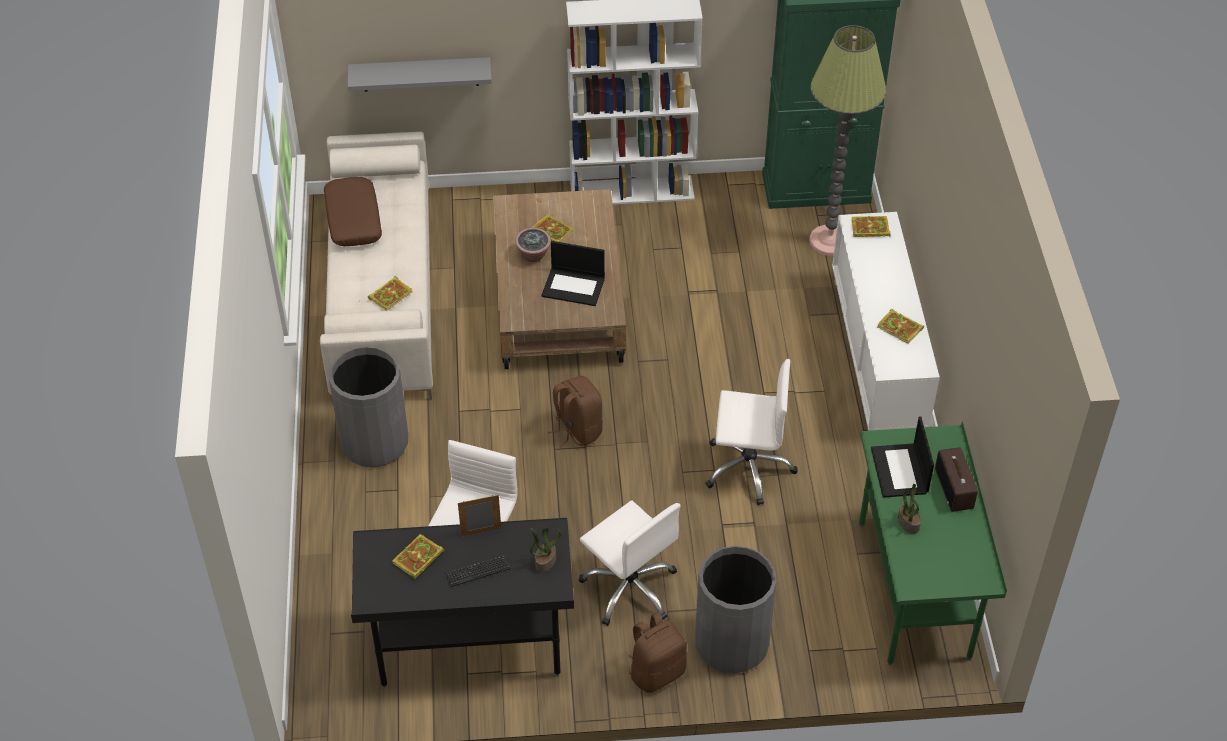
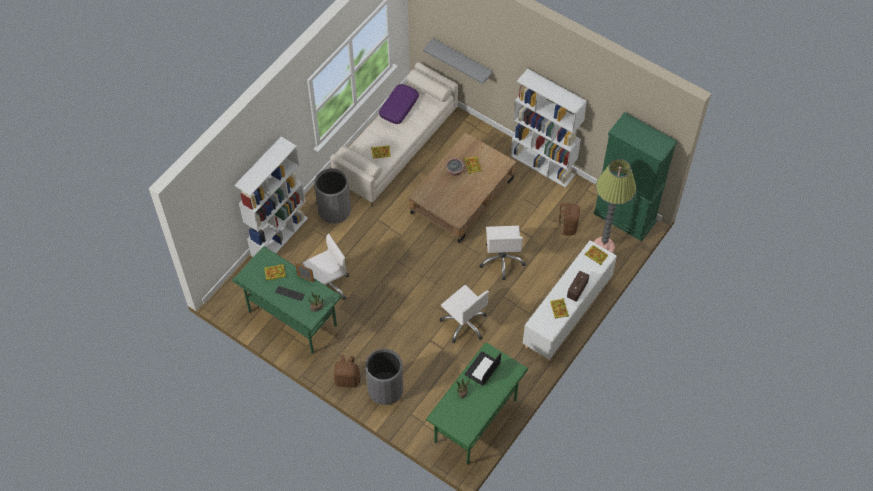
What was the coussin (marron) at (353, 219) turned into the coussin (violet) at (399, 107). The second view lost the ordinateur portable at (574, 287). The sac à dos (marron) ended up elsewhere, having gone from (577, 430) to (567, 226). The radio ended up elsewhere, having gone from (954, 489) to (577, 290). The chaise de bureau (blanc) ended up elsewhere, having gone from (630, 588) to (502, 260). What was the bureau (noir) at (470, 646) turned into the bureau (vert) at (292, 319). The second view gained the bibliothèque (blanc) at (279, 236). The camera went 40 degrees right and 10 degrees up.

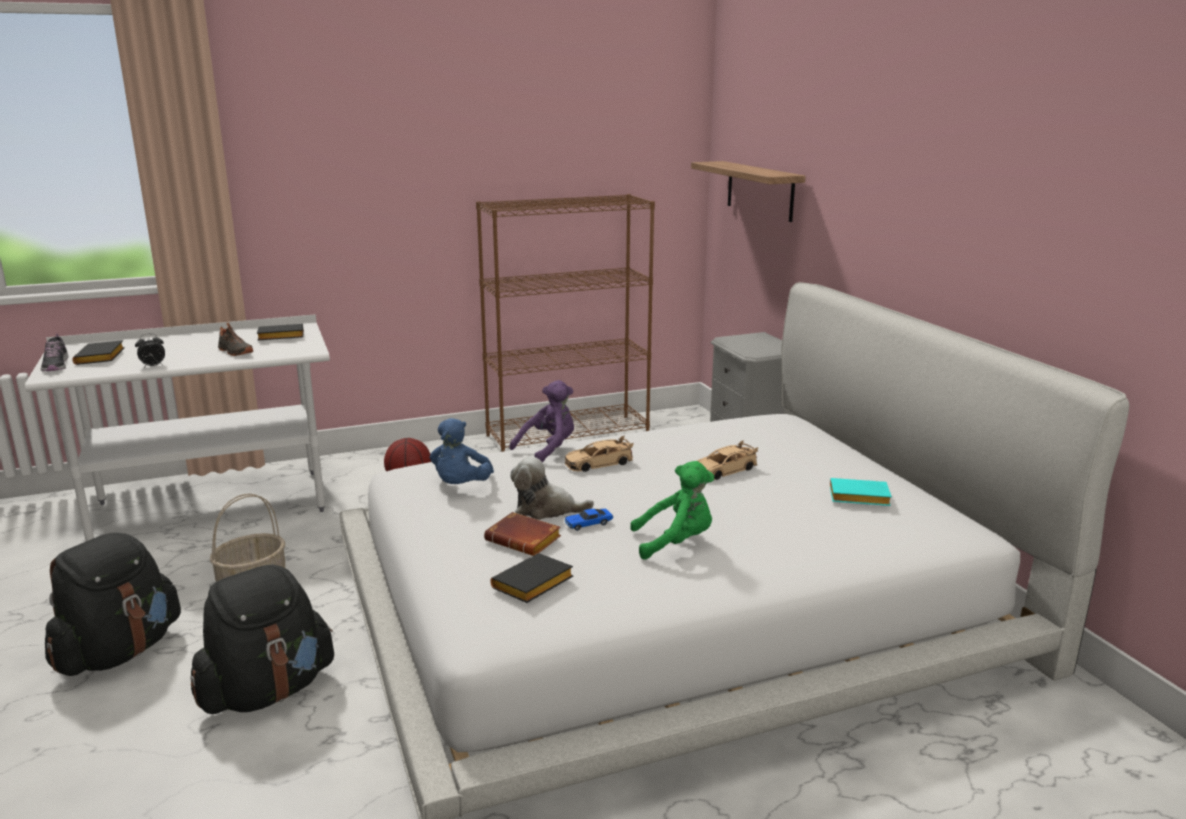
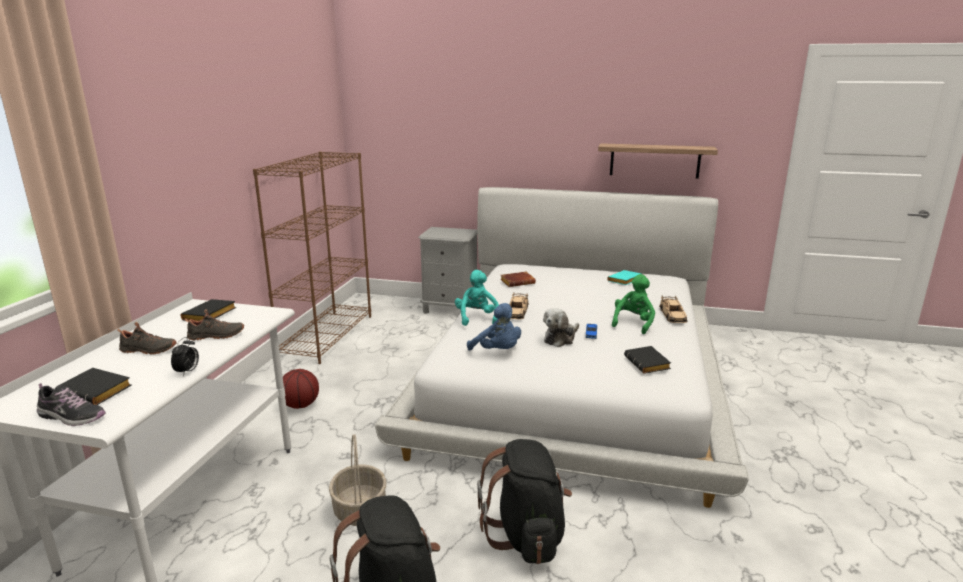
The étagère ended up elsewhere, having gone from (760, 190) to (654, 160). What was the peluche (violet) at (548, 450) turned into the peluche (turquoise) at (476, 318). The petite voiture (beige) ended up elsewhere, having gone from (724, 470) to (672, 315). The livre (marron) ended up elsewhere, having gone from (525, 540) to (518, 282). The second view gained the chaussure (noir) at (147, 350). The camera went 55 degrees left and 0 degrees up.

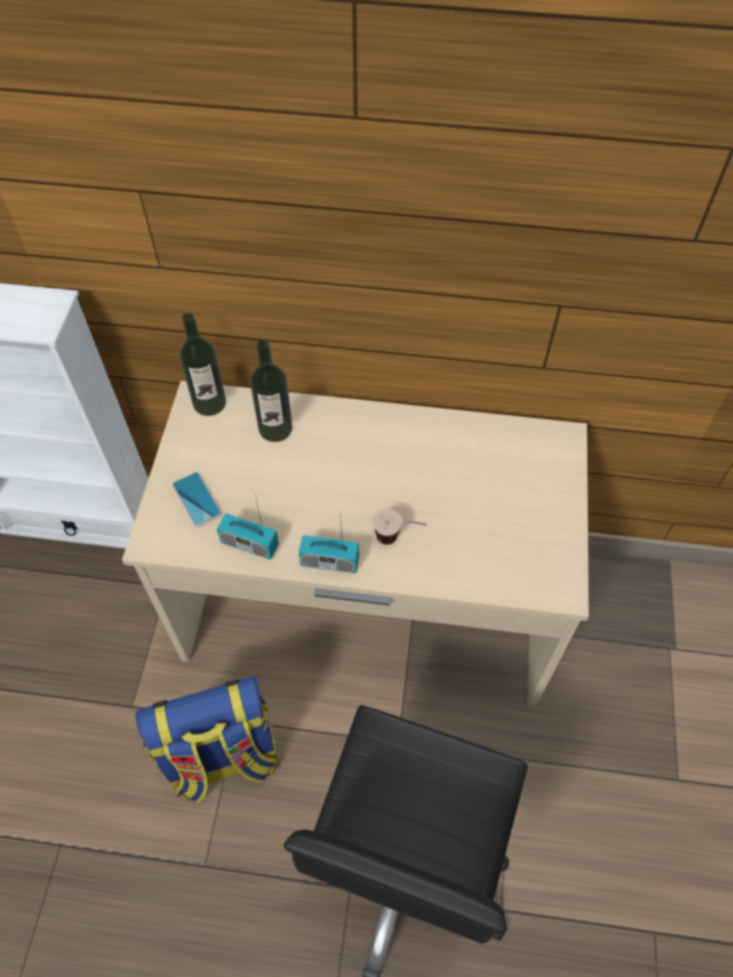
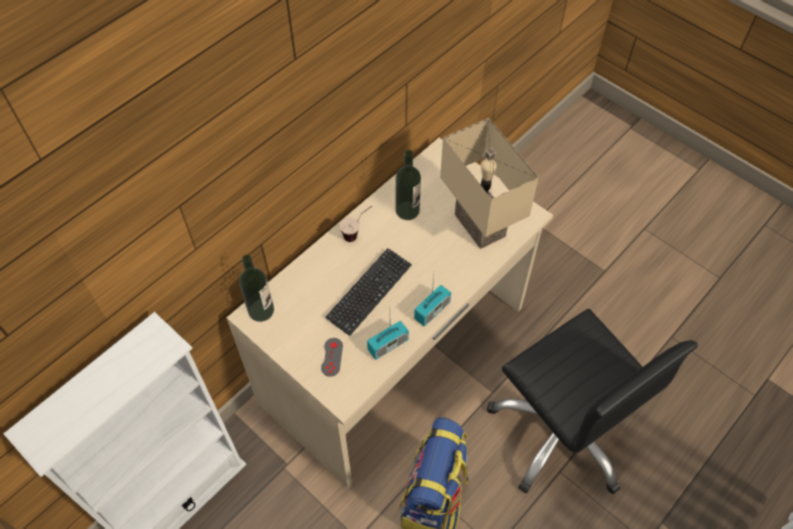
The bouteille ended up elsewhere, having gone from (275, 428) to (407, 210). Where the téléphone stood at (196, 499), the manette (gris) came to stand at (332, 357). The tasse ended up elsewhere, having gone from (398, 540) to (357, 233). The second view gained the lampe de table (beige) at (482, 225). The second view gained the clavier at (369, 292). The camera went 55 degrees left and 0 degrees up.

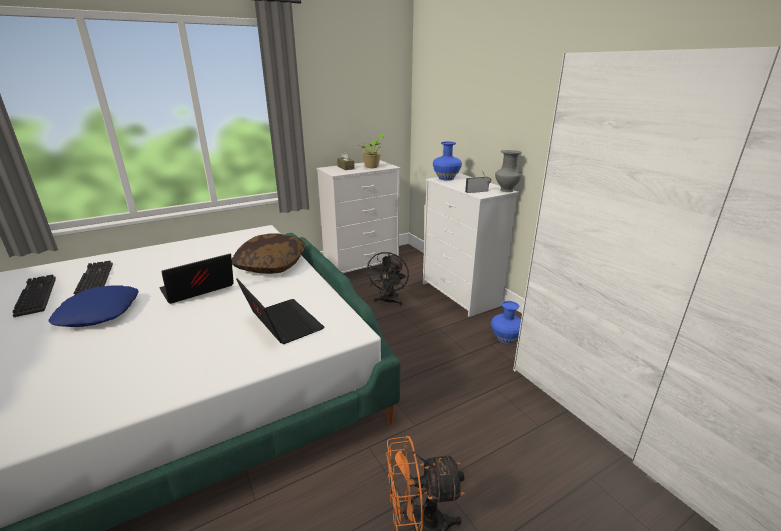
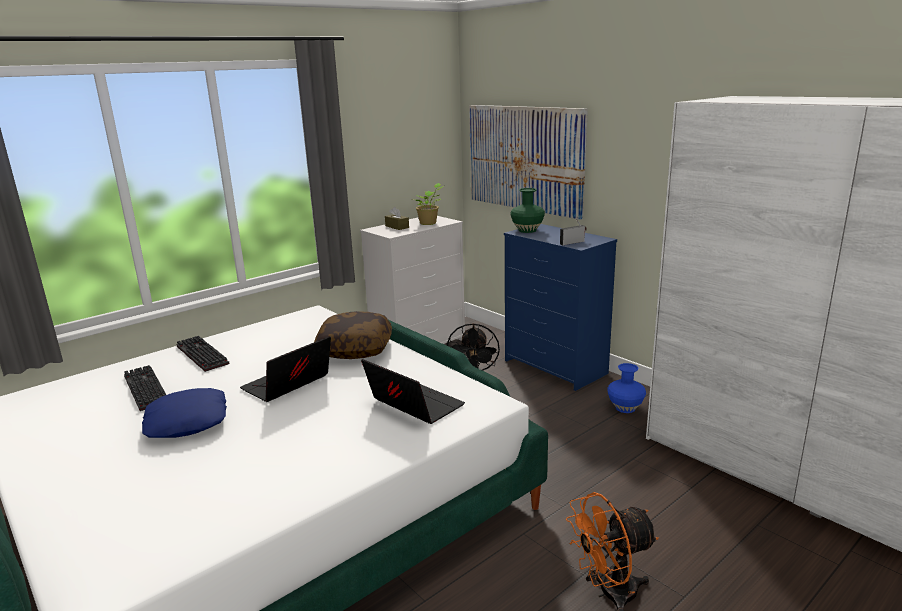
What was the vase (bleu) at (446, 178) turned into the vase (vert) at (527, 230). The second view lost the vase (gris) at (505, 190). What was the commode (blanc) at (461, 294) turned into the commode (bleu) at (556, 367). The clavier ended up elsewhere, having gone from (34, 296) to (200, 355). The second view gained the tableau at (524, 158). The camera went 10 degrees left and 5 degrees down.

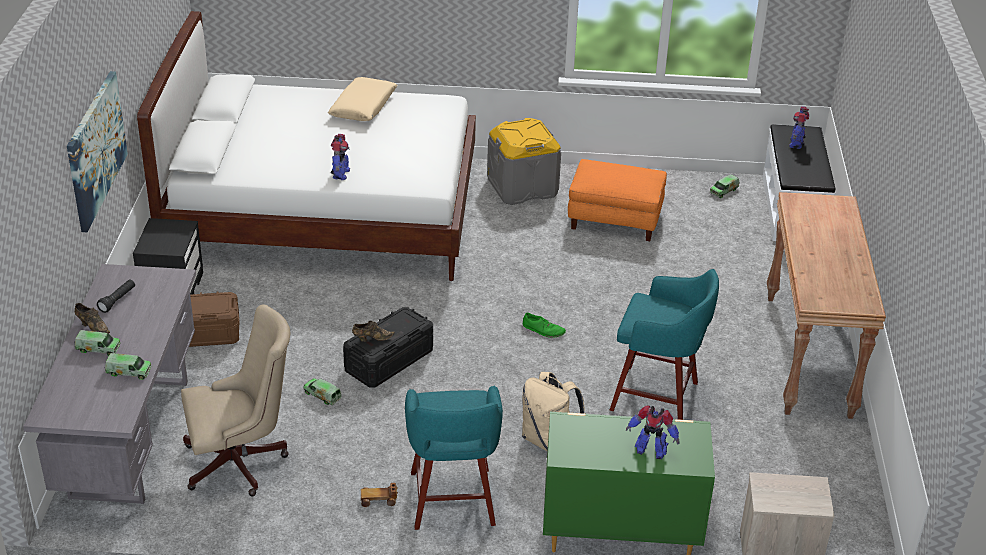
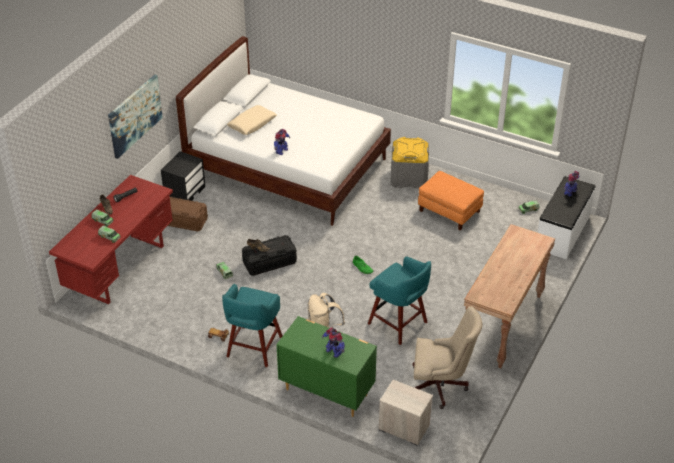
The coussin (beige) ended up elsewhere, having gone from (363, 107) to (252, 124). What was the bureau (gris) at (130, 436) turned into the bureau (rouge) at (121, 267). The chaise de bureau (beige) ended up elsewhere, having gone from (241, 462) to (441, 386). The camera went 25 degrees right and 5 degrees up.

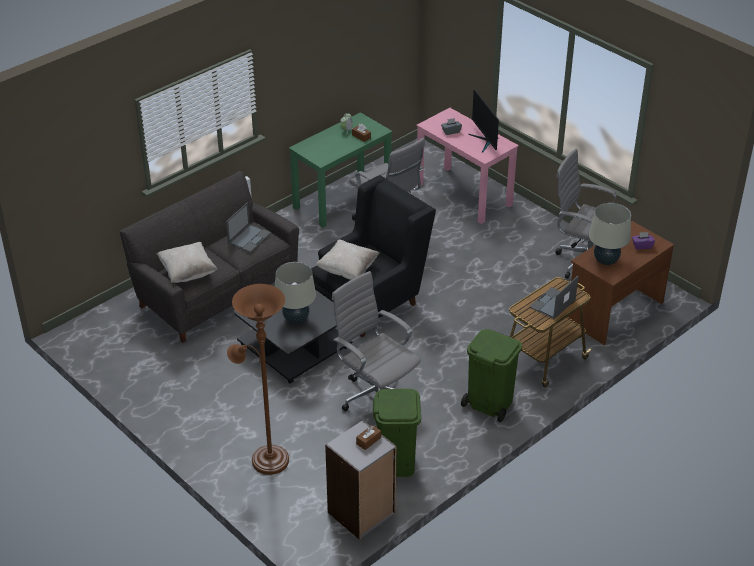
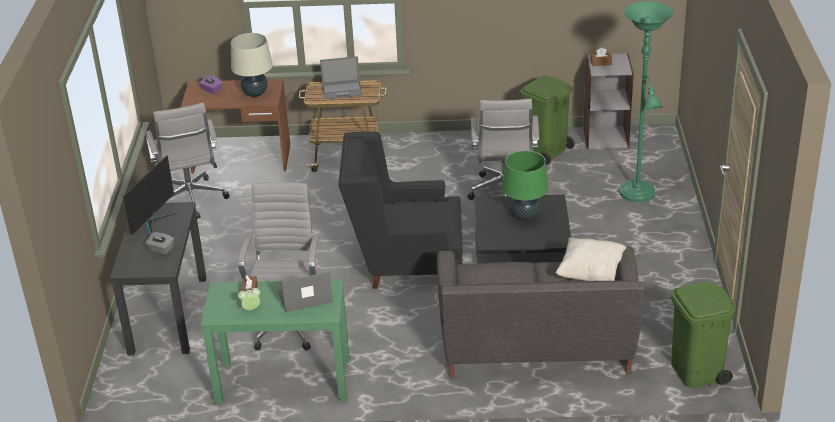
What was the bureau (rose) at (464, 194) turned into the bureau (noir) at (168, 314). The ordinateur portable ended up elsewhere, having gone from (249, 238) to (304, 297). The second view lost the coussin (beige) at (347, 270). What was the lampe de table (beige) at (296, 319) turned into the lampe de table (vert) at (524, 216). What was the lampadaire (marron) at (266, 458) turned into the lampadaire (vert) at (638, 195). The poubelle (vert) ended up elsewhere, having gone from (489, 403) to (697, 372). The camera went 135 degrees left and 5 degrees down.

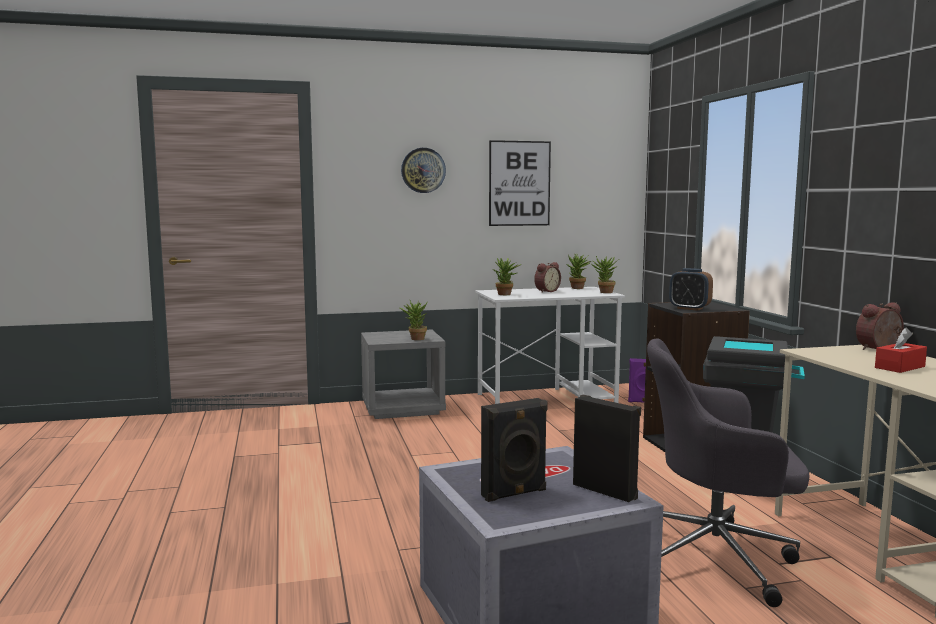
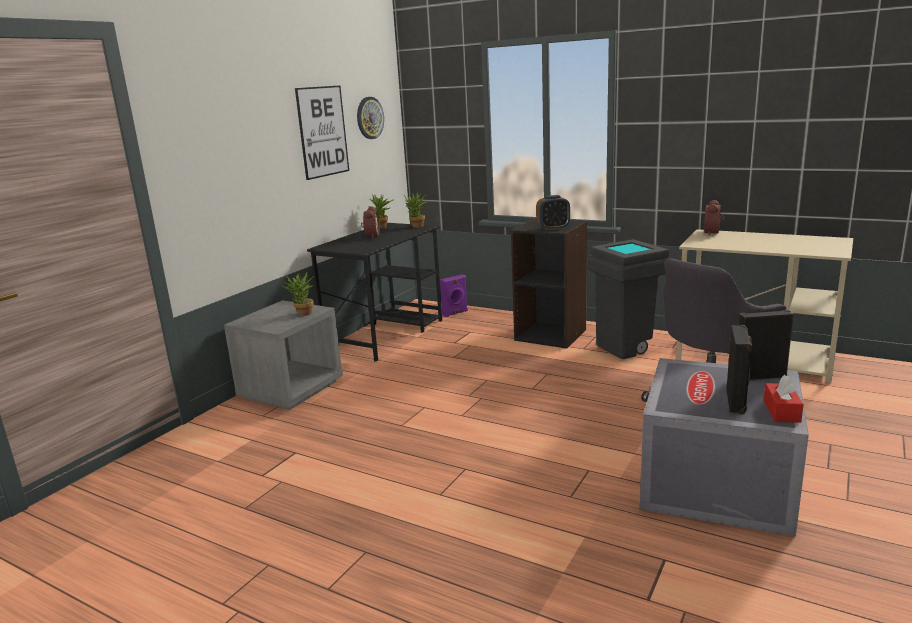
The horloge murale ended up elsewhere, having gone from (423, 170) to (369, 118). The second view lost the plante en pot at (506, 294). What was the bureau (blanc) at (547, 398) turned into the bureau (noir) at (386, 335). The boîte à mouchoirs (rouge) ended up elsewhere, having gone from (899, 367) to (781, 411). The camera went 45 degrees left and 10 degrees up.

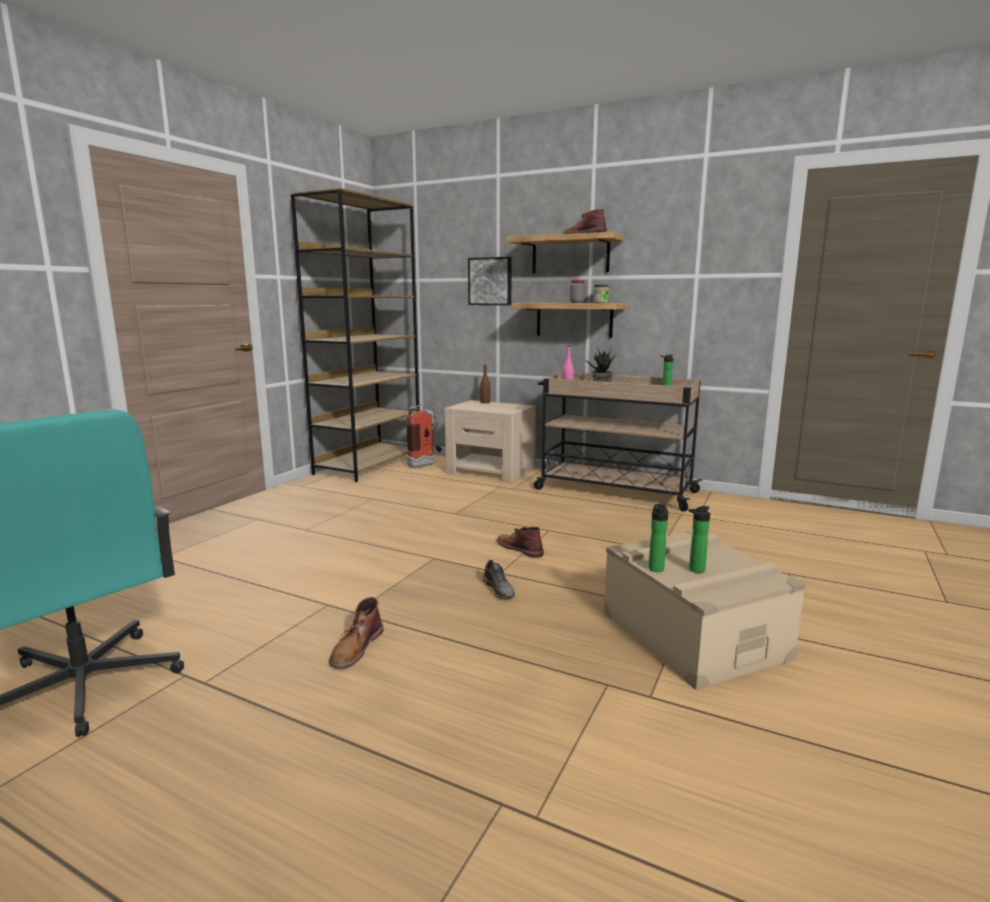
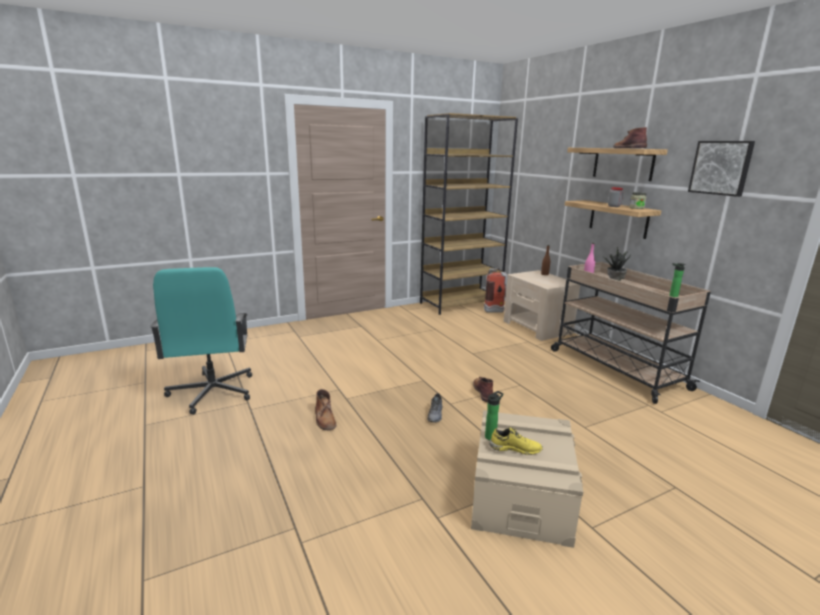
The tableau ended up elsewhere, having gone from (490, 281) to (721, 168). Where the bouteille stood at (694, 570), the chaussure (jaune) came to stand at (515, 448). The botte (marron) at (356, 648) ended up facing another way, 75 degrees counterclockwise from before. The camera went 35 degrees right and 5 degrees up.

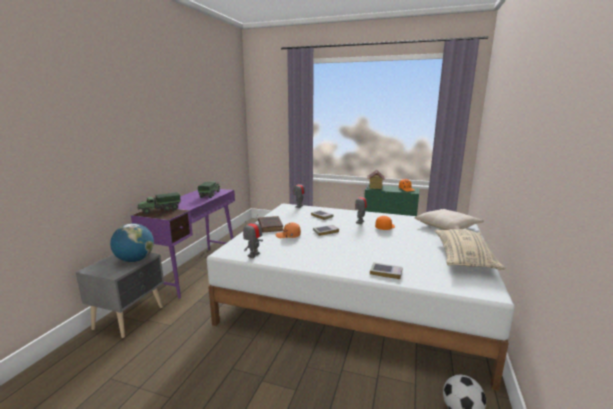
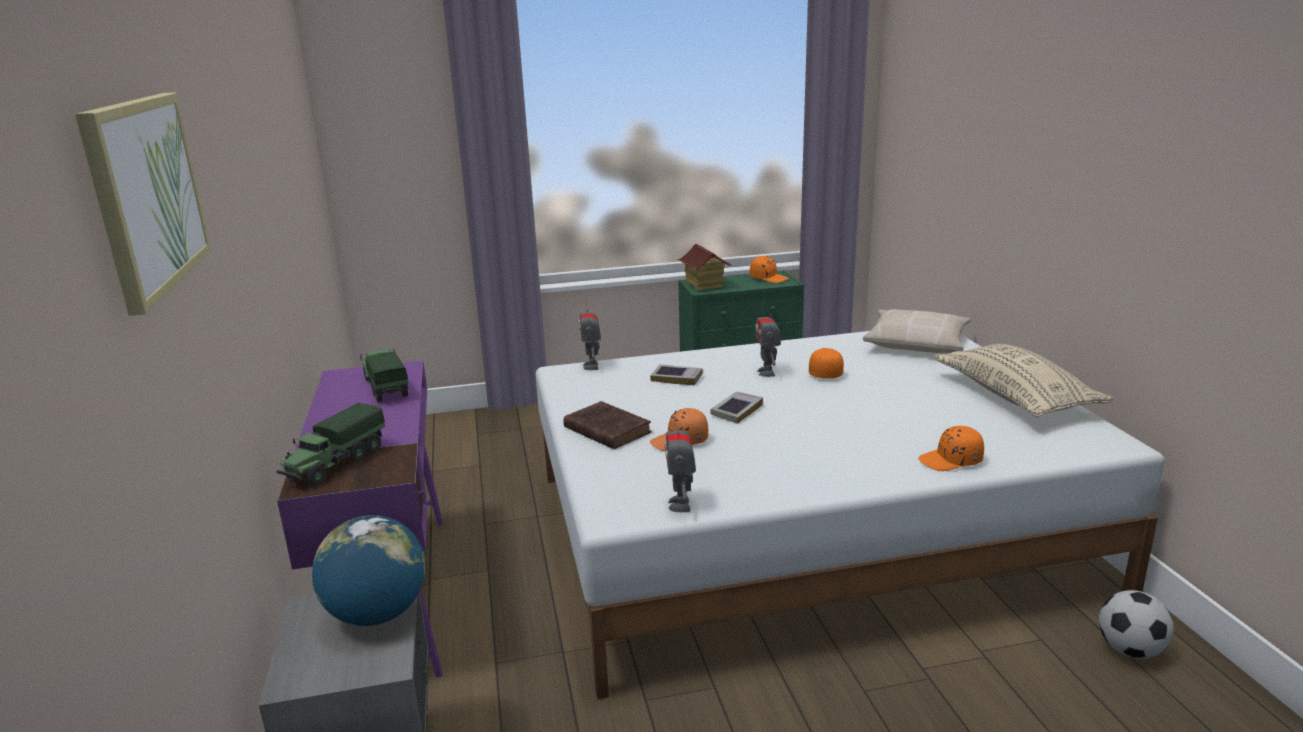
Where the livre stood at (386, 272), the casquette (orange) came to stand at (951, 461). The second view gained the tableau at (146, 194). The camera went 30 degrees left and 5 degrees up.

